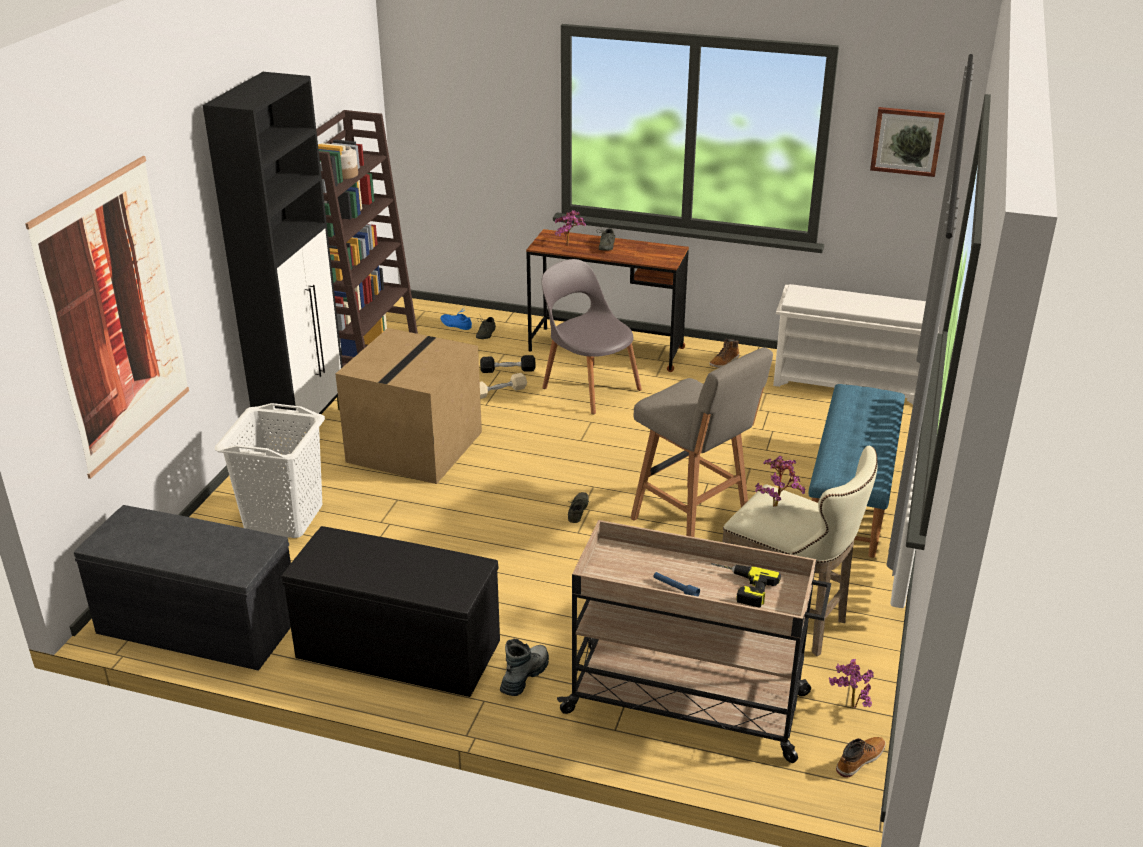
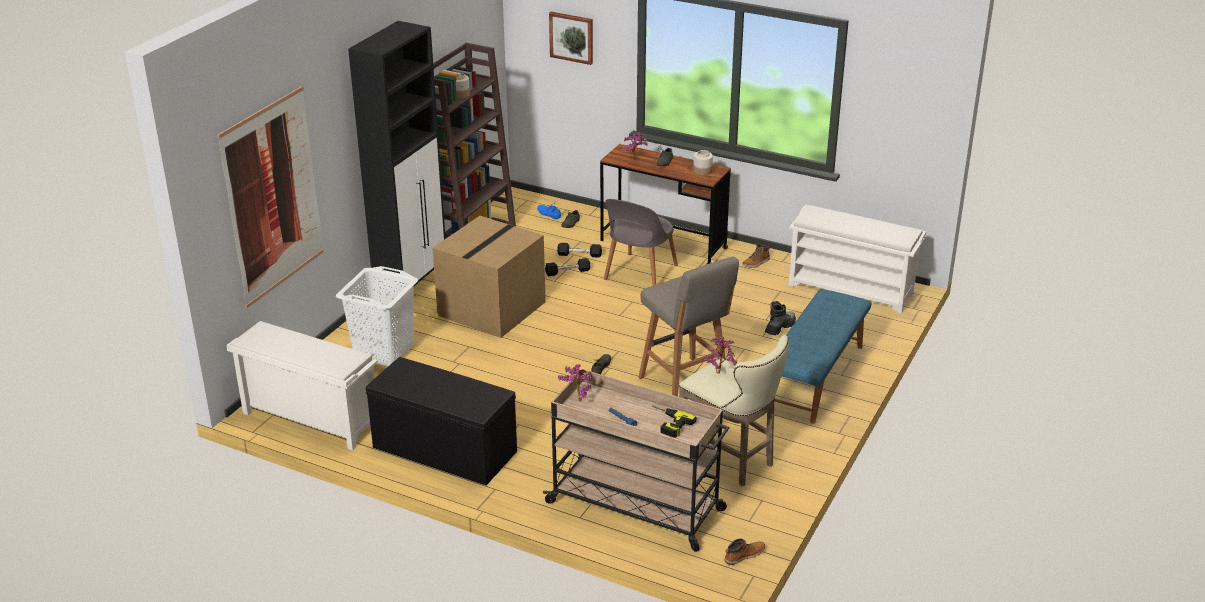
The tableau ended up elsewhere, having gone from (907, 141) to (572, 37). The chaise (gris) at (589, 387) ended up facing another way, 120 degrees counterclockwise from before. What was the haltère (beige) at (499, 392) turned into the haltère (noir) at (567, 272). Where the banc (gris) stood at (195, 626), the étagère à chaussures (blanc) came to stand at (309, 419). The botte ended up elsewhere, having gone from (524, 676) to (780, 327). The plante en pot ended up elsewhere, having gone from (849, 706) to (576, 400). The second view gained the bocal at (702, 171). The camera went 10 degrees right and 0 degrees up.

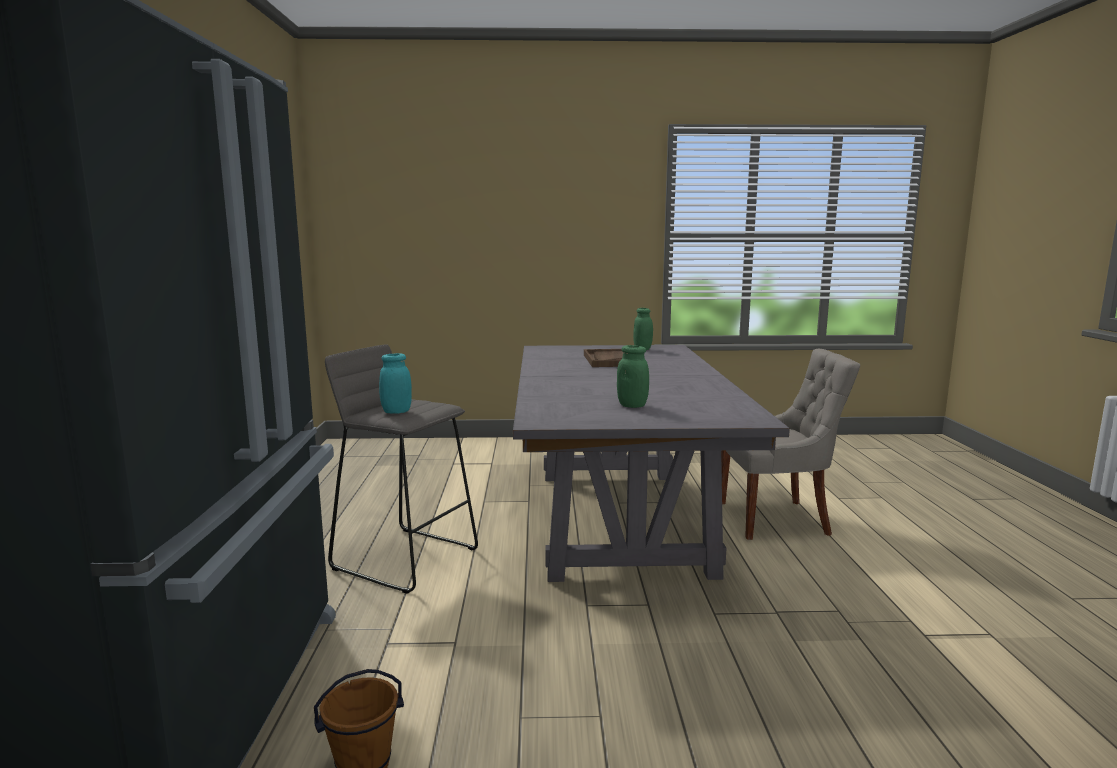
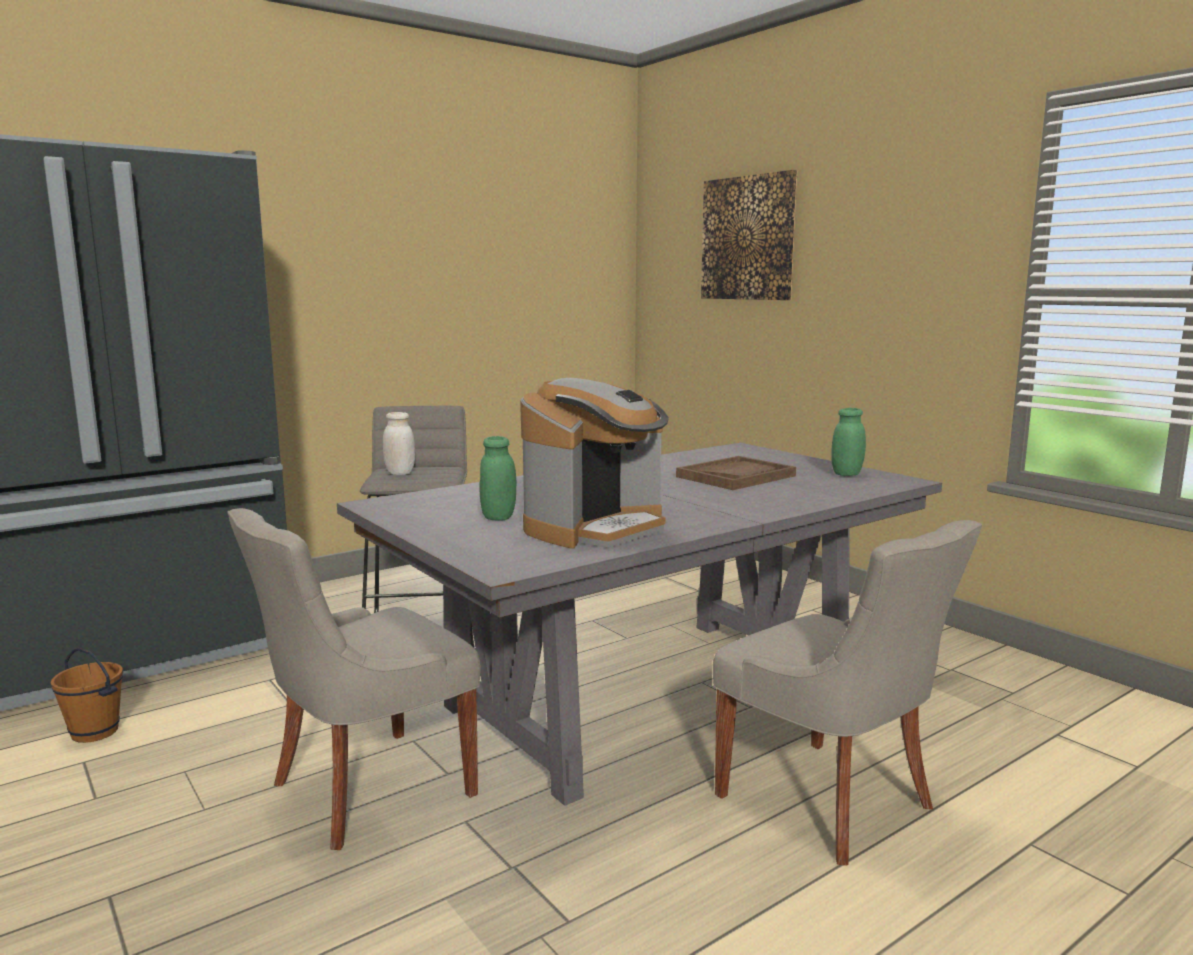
What was the bocal (turquoise) at (396, 411) turned into the bocal (blanc) at (400, 473). The second view gained the tableau at (748, 238). The second view gained the machine à café at (596, 529). The second view gained the chaise (gris) at (367, 789). The camera went 55 degrees right and 0 degrees up.

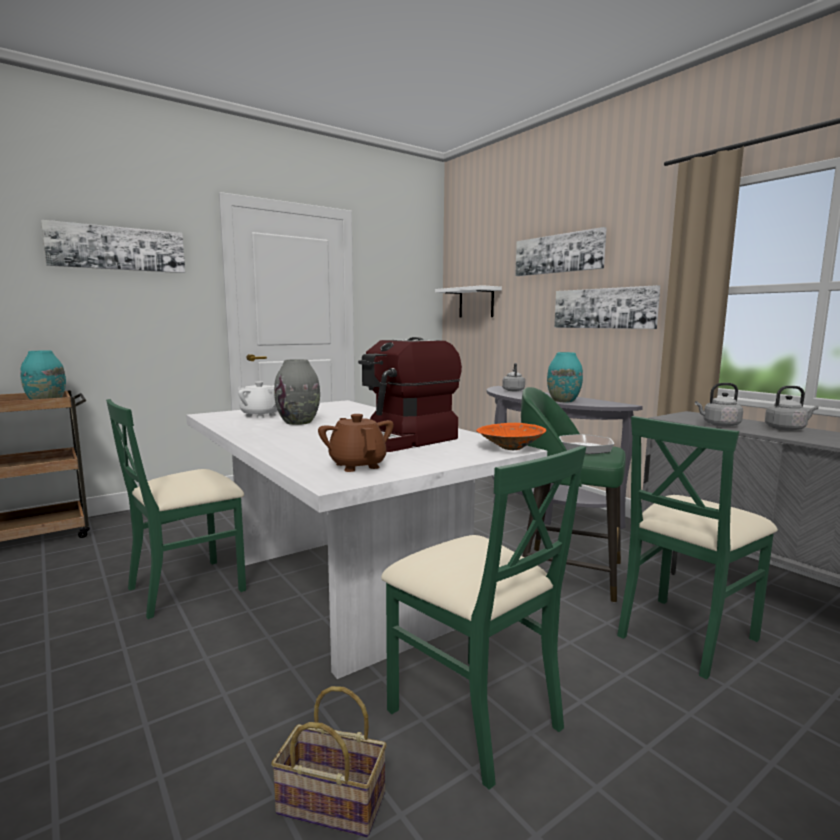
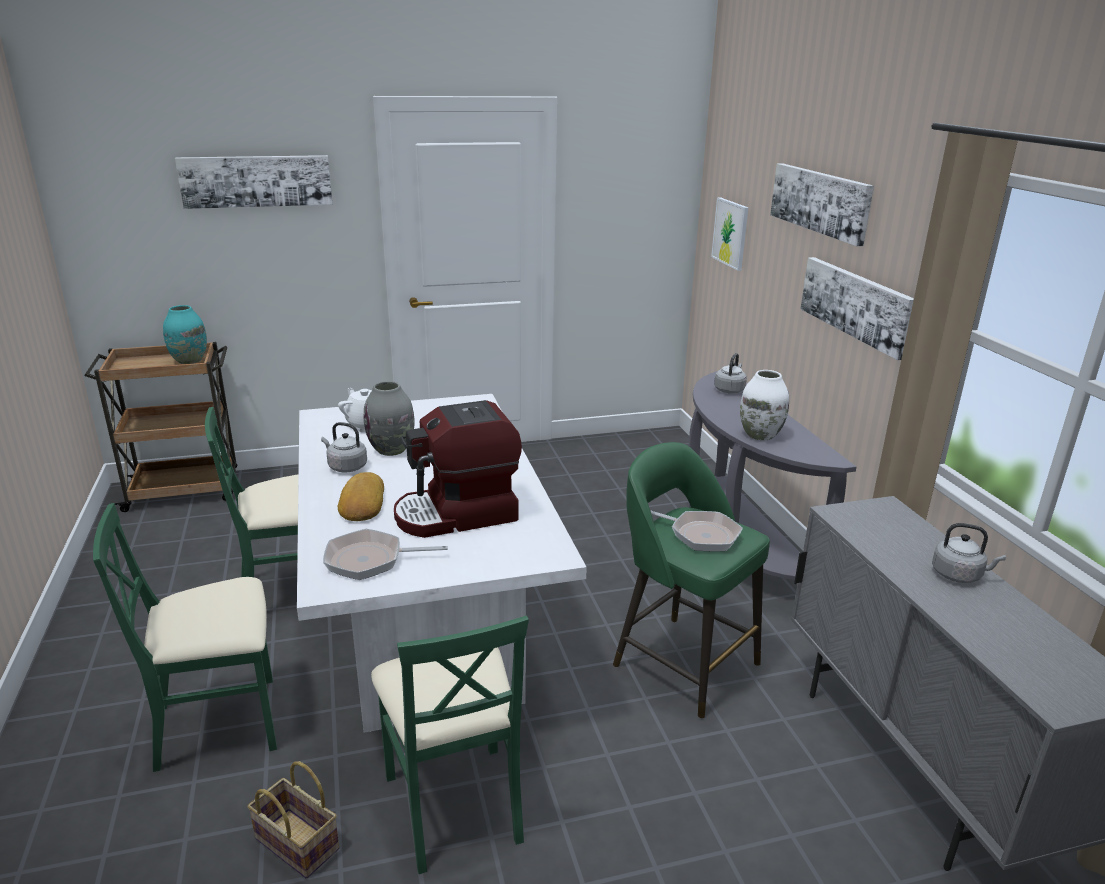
Where the étagère (blanc) hung at (476, 302), the tableau came to hang at (730, 233). What was the vase (turquoise) at (563, 401) turned into the vase (blanc) at (759, 435). The bouilloire (gris) ended up elsewhere, having gone from (719, 425) to (346, 467). Where the théière (marron) stood at (357, 465), the poêle came to stand at (370, 560). The chaise (vert) ended up elsewhere, having gone from (685, 634) to (219, 723). The second view lost the bol (orange) at (509, 448). The second view gained the pain at (361, 503). The camera went 20 degrees right and 15 degrees up.

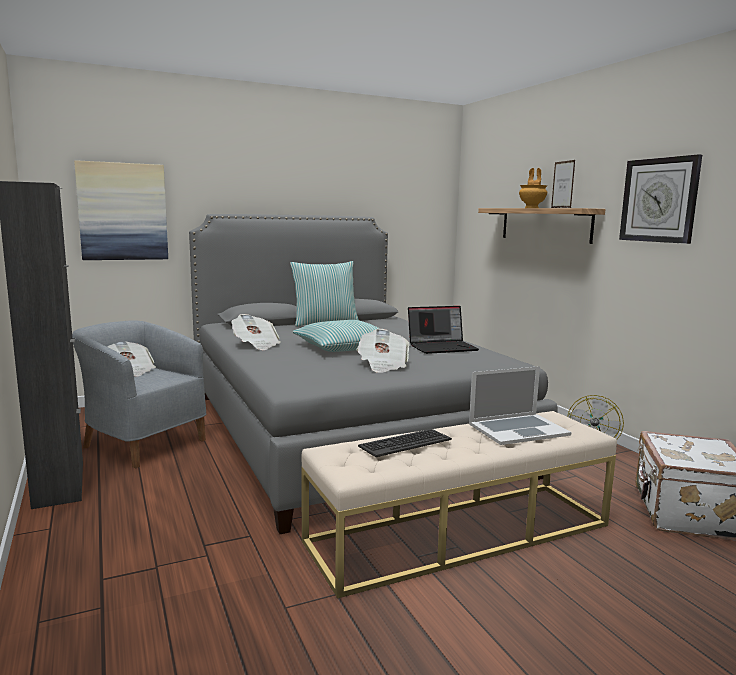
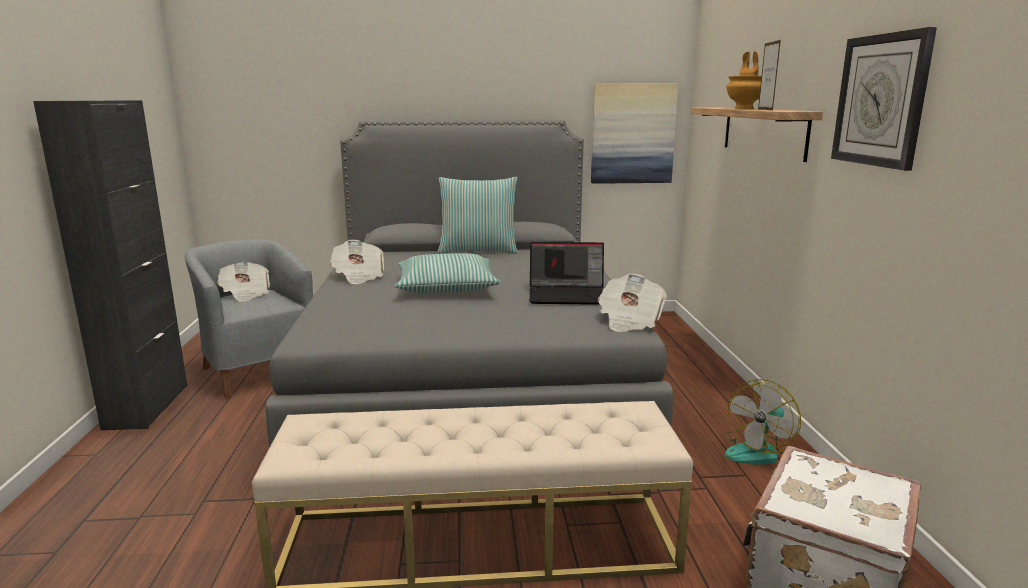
The tableau ended up elsewhere, having gone from (123, 212) to (632, 134). The journal ended up elsewhere, having gone from (383, 365) to (629, 321). The second view lost the ordinateur portable at (518, 429). The second view lost the clavier at (405, 443). The camera went 20 degrees right and 5 degrees up.

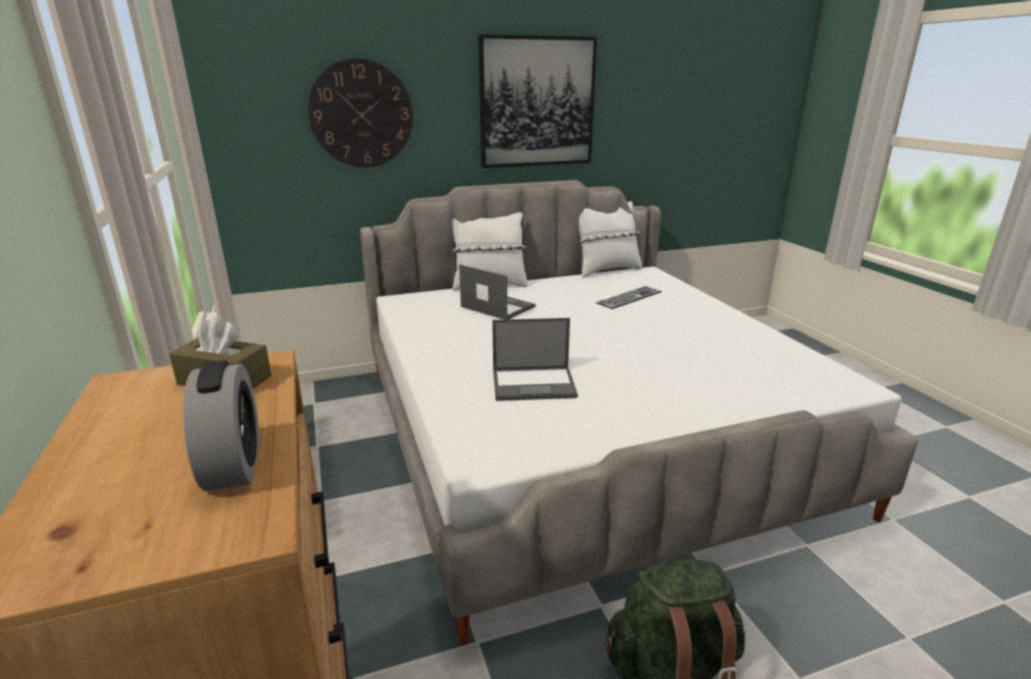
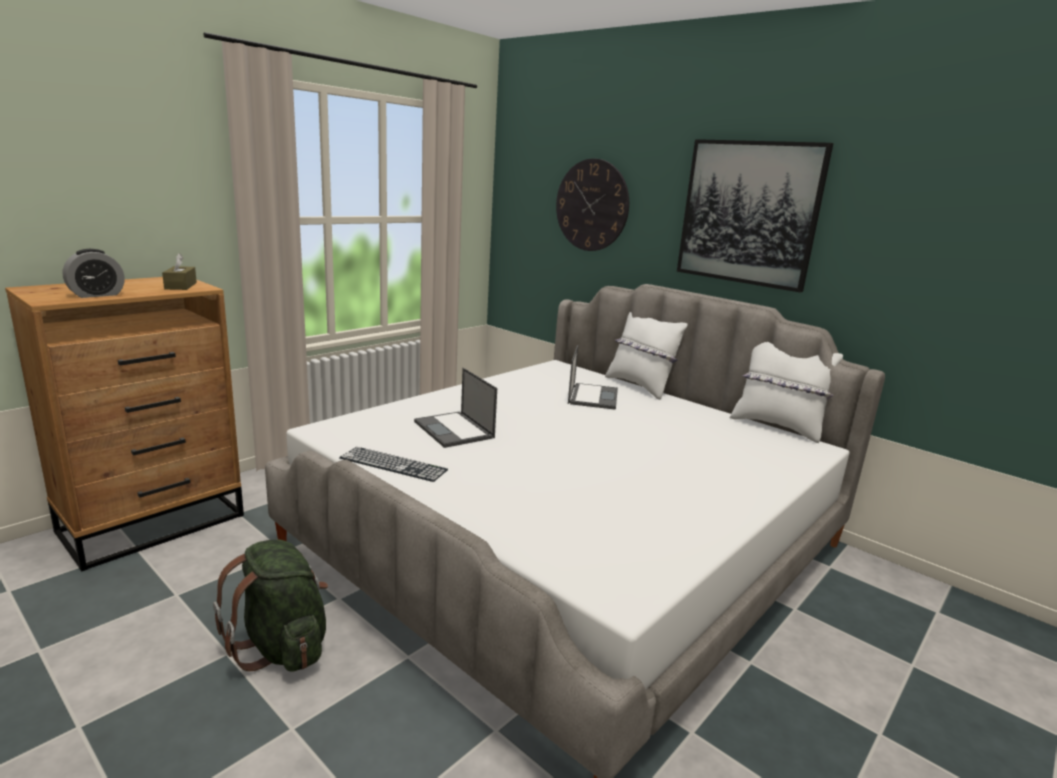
The clavier ended up elsewhere, having gone from (629, 297) to (393, 464). The camera went 60 degrees right and 5 degrees down.

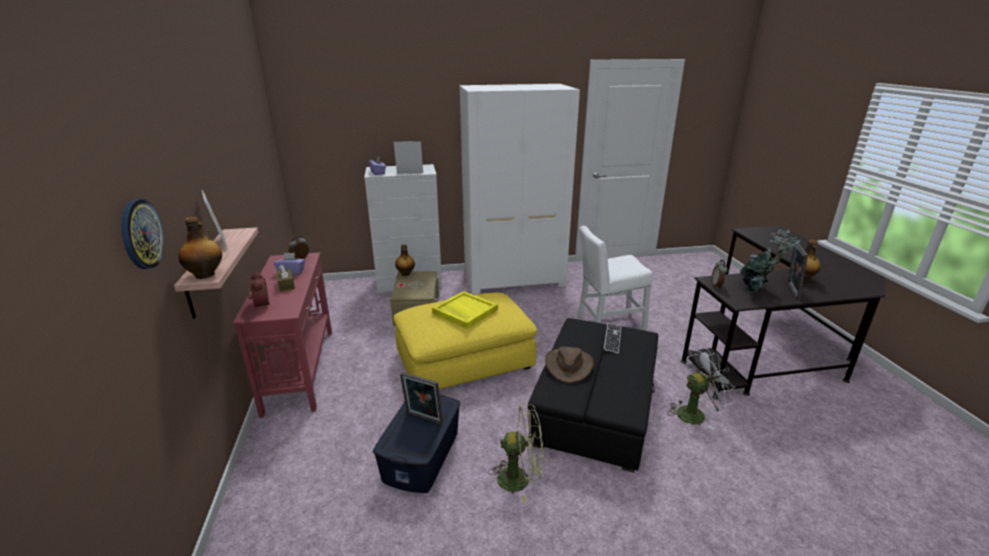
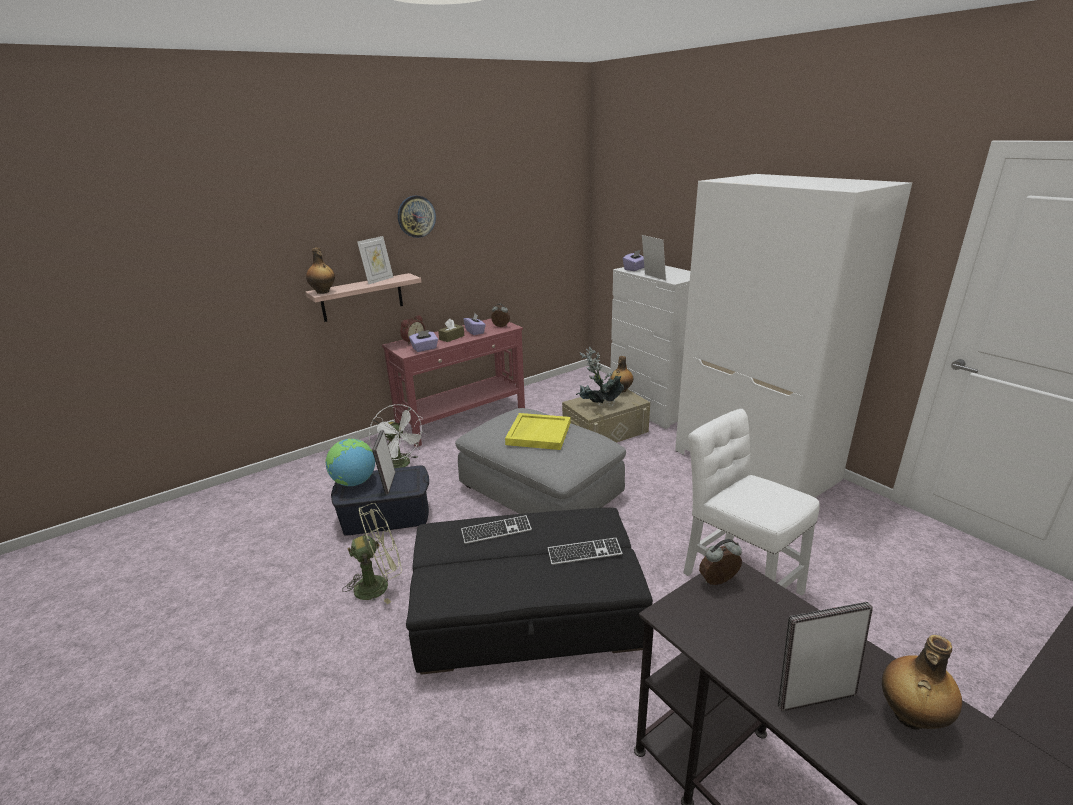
The horloge murale ended up elsewhere, having gone from (141, 234) to (416, 216). The plante en pot ended up elsewhere, having gone from (757, 292) to (598, 405). What was the pouf (jaune) at (465, 360) turned into the pouf (gris) at (540, 490). Where the chapeau (marron) stood at (568, 365), the clavier came to stand at (496, 531). The ventilateur (blanc) ended up elsewhere, having gone from (695, 413) to (401, 465). The ventilateur (vert) at (520, 478) ended up facing another way, 90 degrees counterclockwise from before. The second view gained the boîte à mouchoirs (violet) at (425, 348). The second view gained the globe at (354, 482). The camera went 65 degrees right and 0 degrees up.

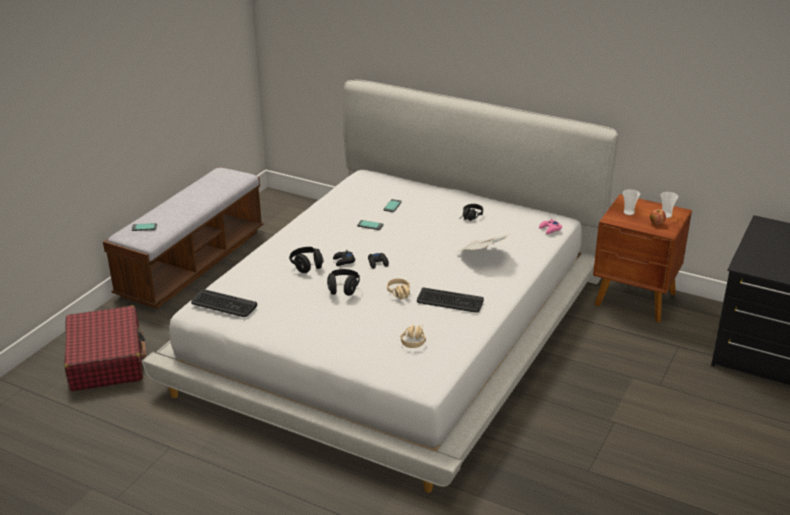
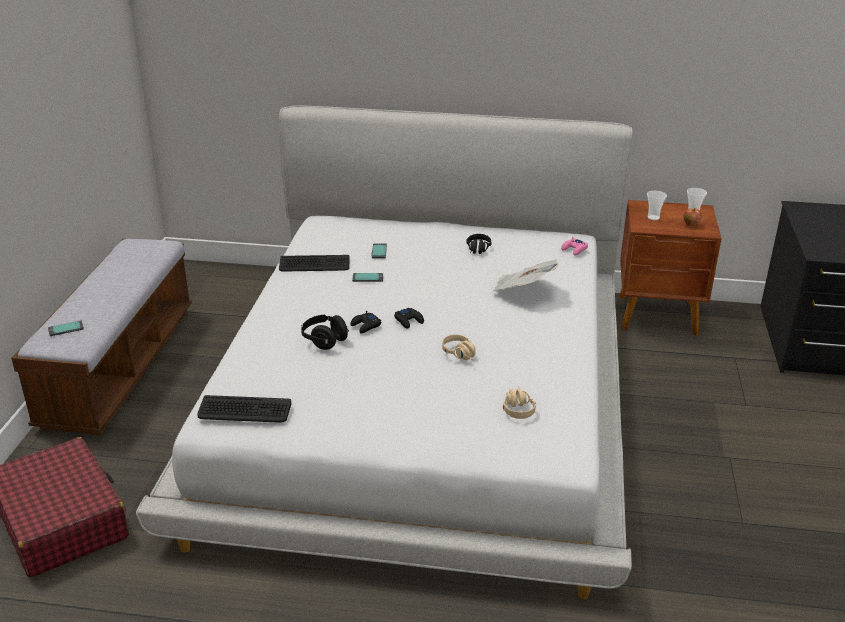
The second view lost the casque audio (noir) at (343, 289). The clavier ended up elsewhere, having gone from (450, 301) to (314, 264). The camera went 20 degrees left and 0 degrees up.

